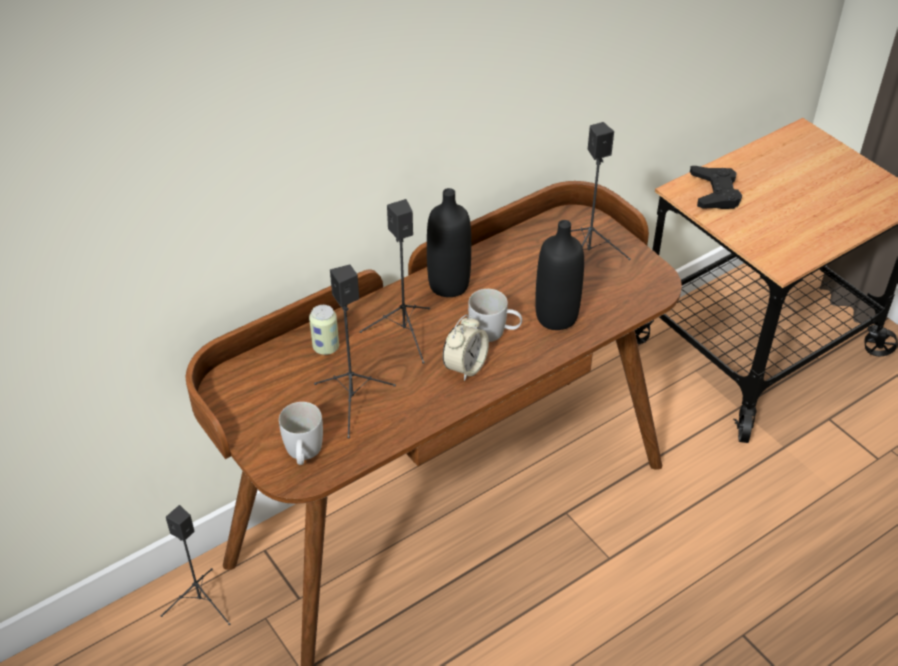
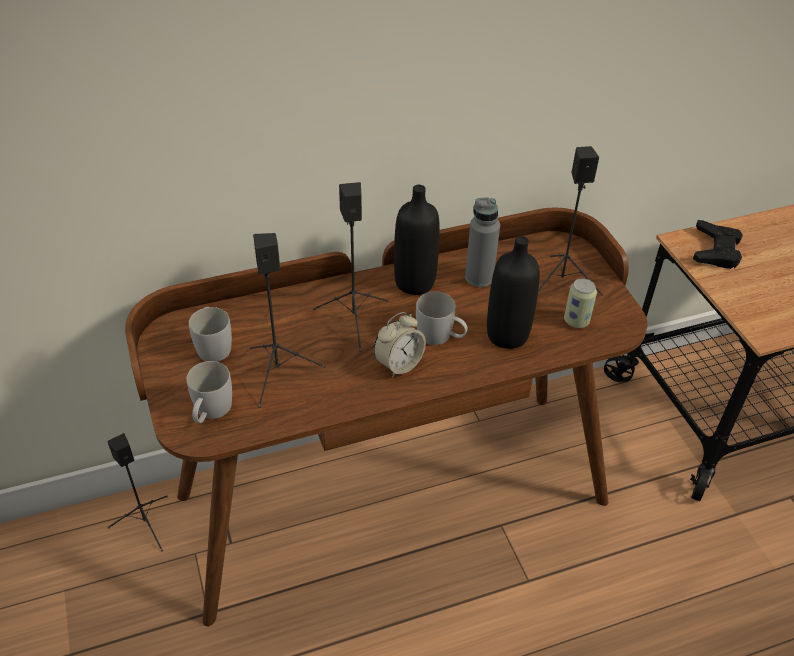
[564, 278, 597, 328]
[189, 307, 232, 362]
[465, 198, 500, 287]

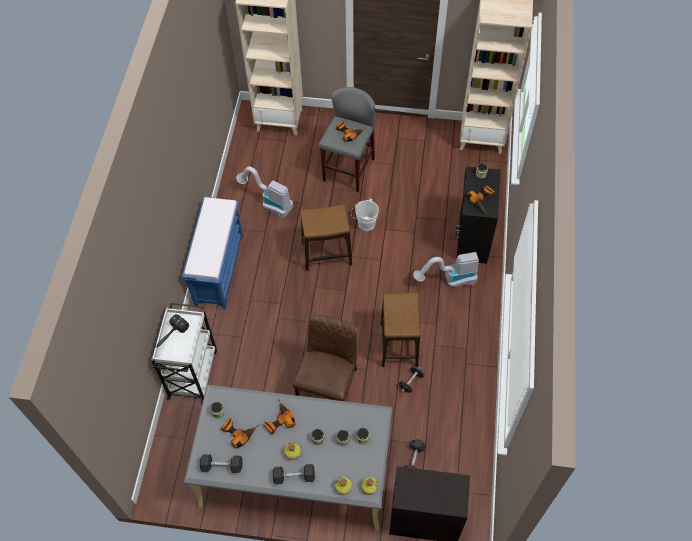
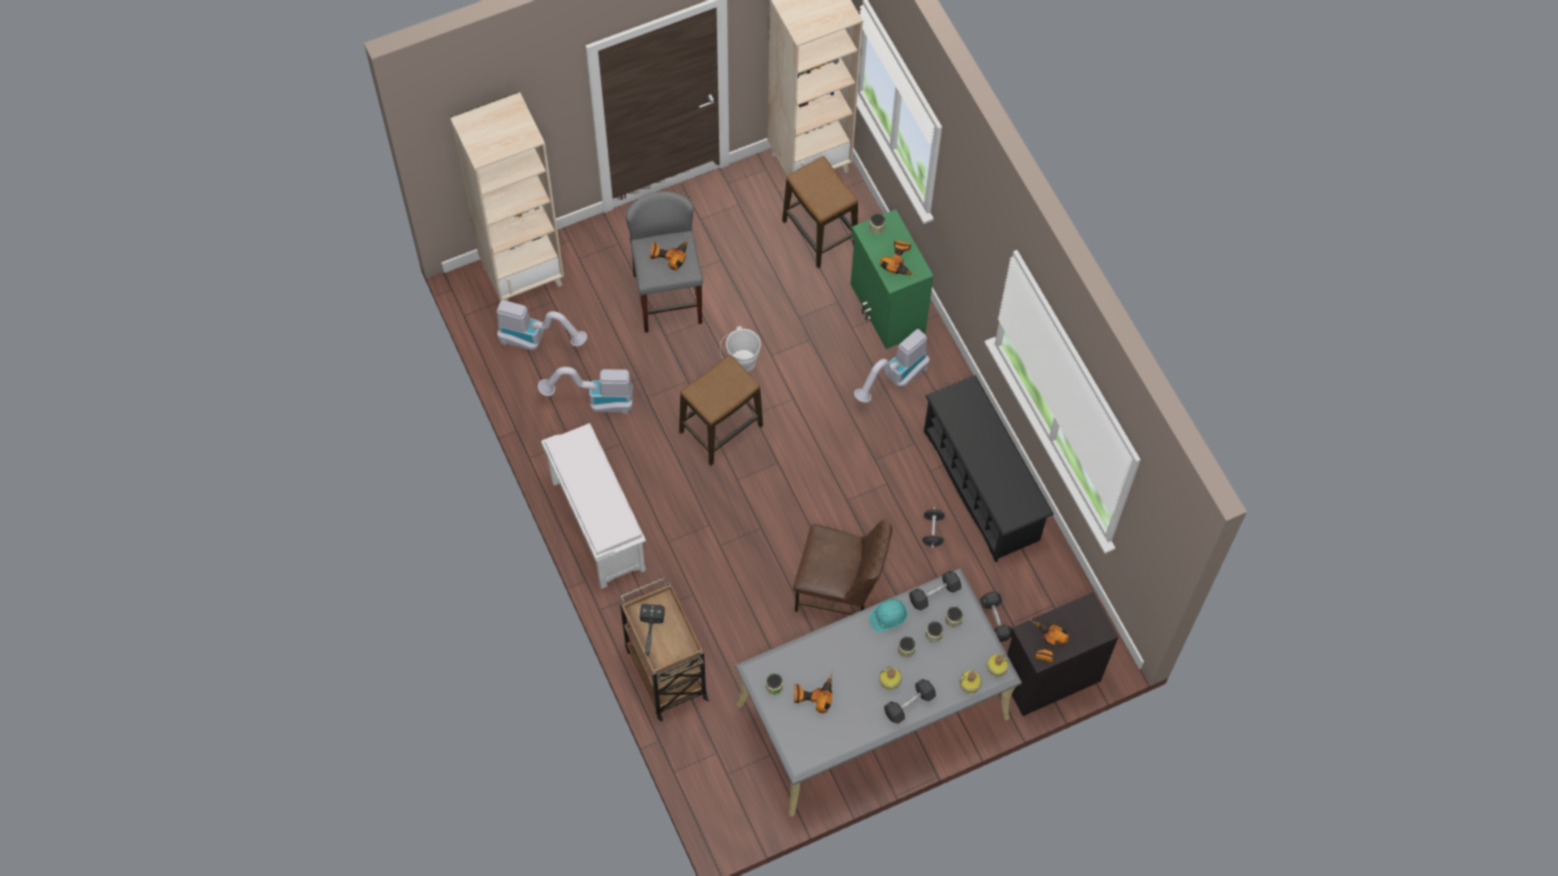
[620, 577, 709, 721]
[541, 423, 646, 589]
[909, 571, 961, 610]
[1029, 619, 1069, 663]
[793, 519, 892, 615]
[782, 156, 858, 268]
[851, 209, 934, 349]
[497, 300, 587, 350]
[869, 599, 908, 632]
[924, 375, 1054, 562]

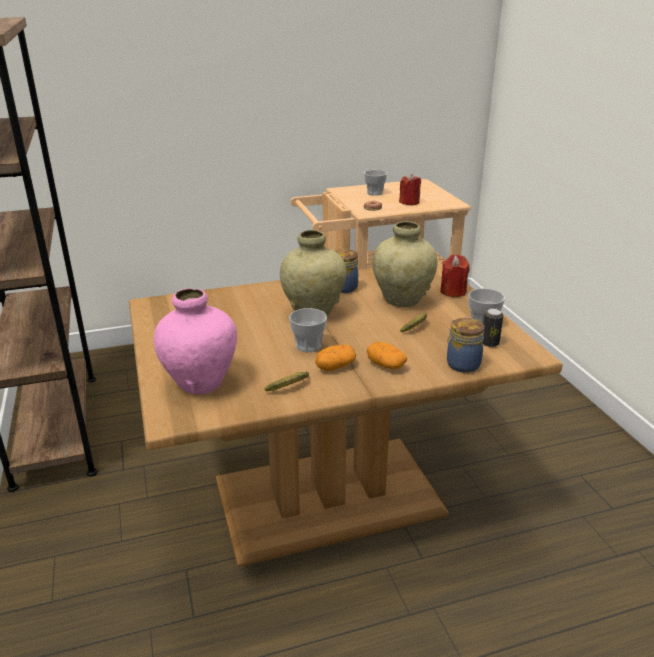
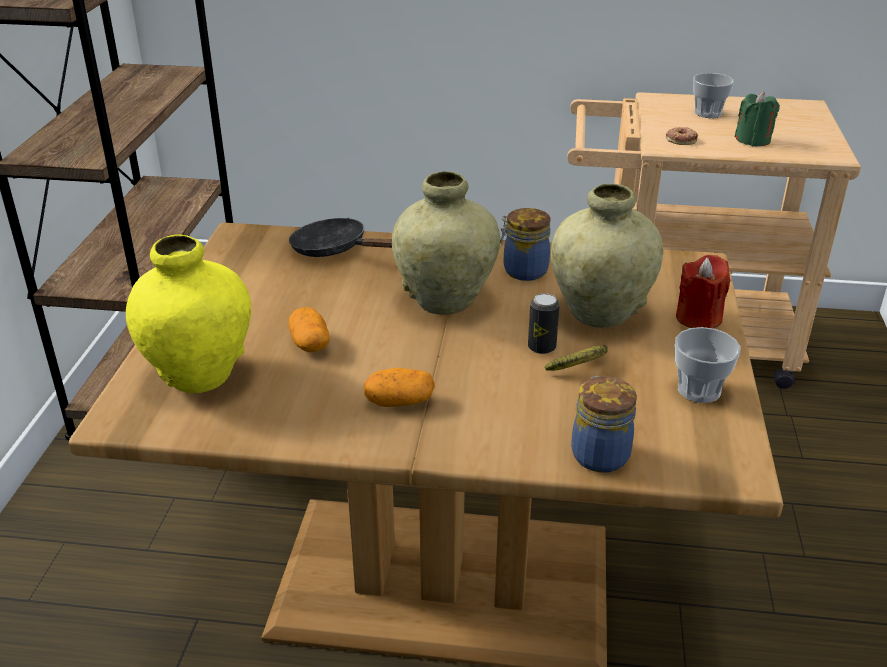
[126, 234, 251, 393]
[265, 372, 309, 391] (first image)
[289, 308, 327, 352] (first image)
[289, 307, 330, 352]
[735, 92, 780, 146]
[528, 293, 560, 354]
[289, 218, 392, 257]

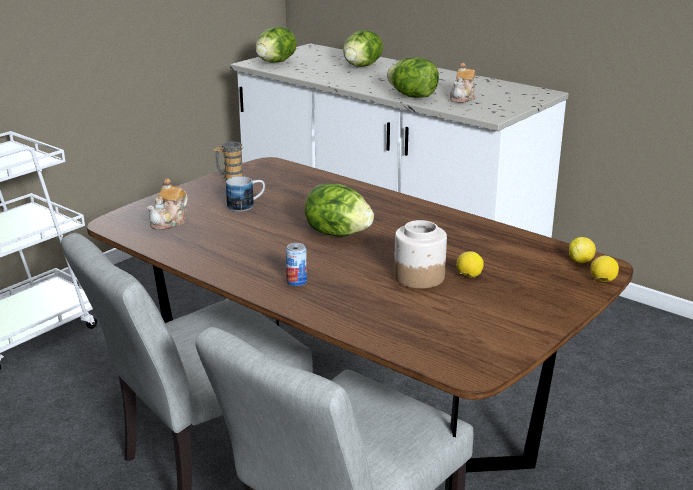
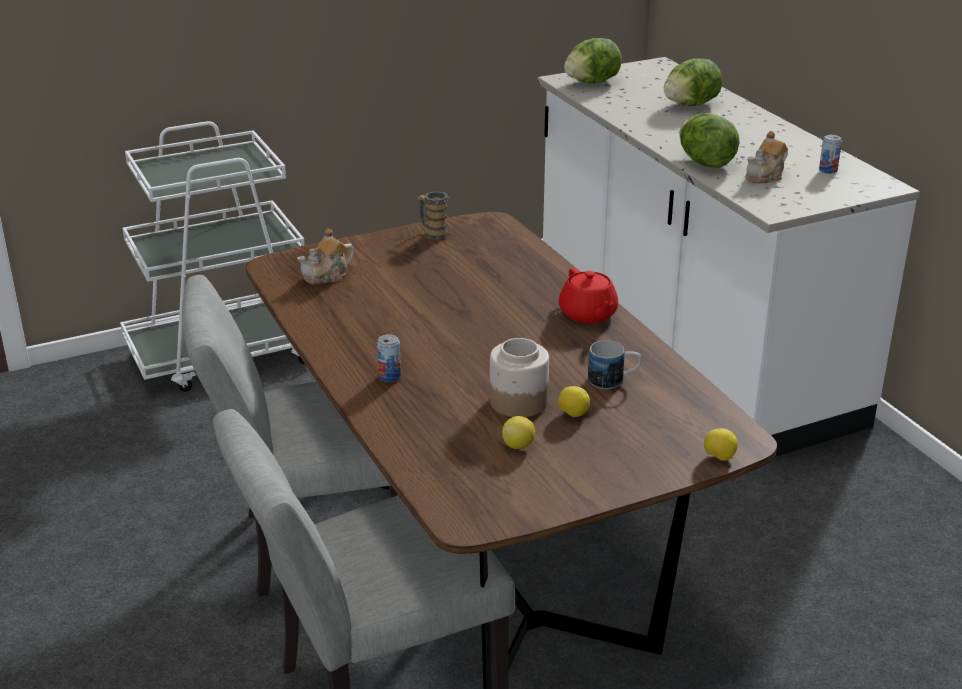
[588, 340, 642, 389]
[304, 183, 374, 237] (first image)
[502, 416, 535, 449]
[559, 268, 618, 323]
[819, 135, 842, 174]

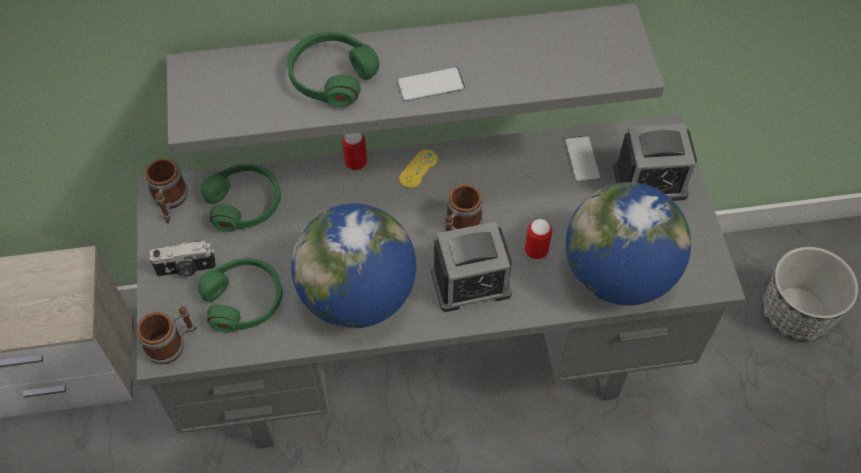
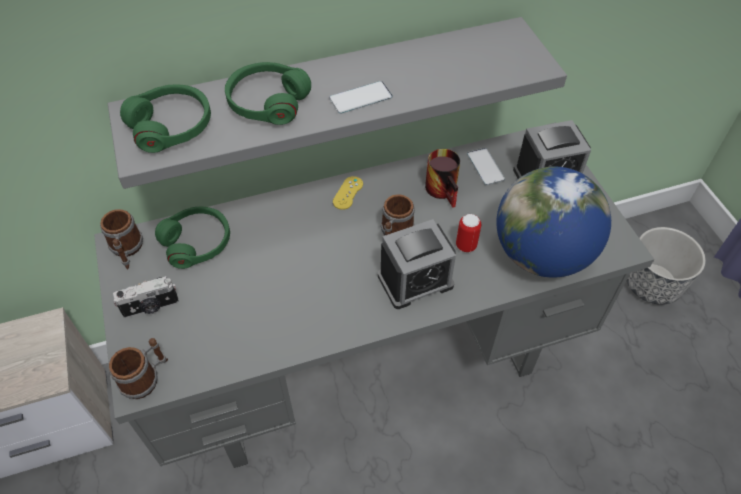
[120, 84, 211, 153]
[291, 204, 416, 328] (first image)
[342, 132, 367, 171] (first image)
[425, 149, 460, 208]

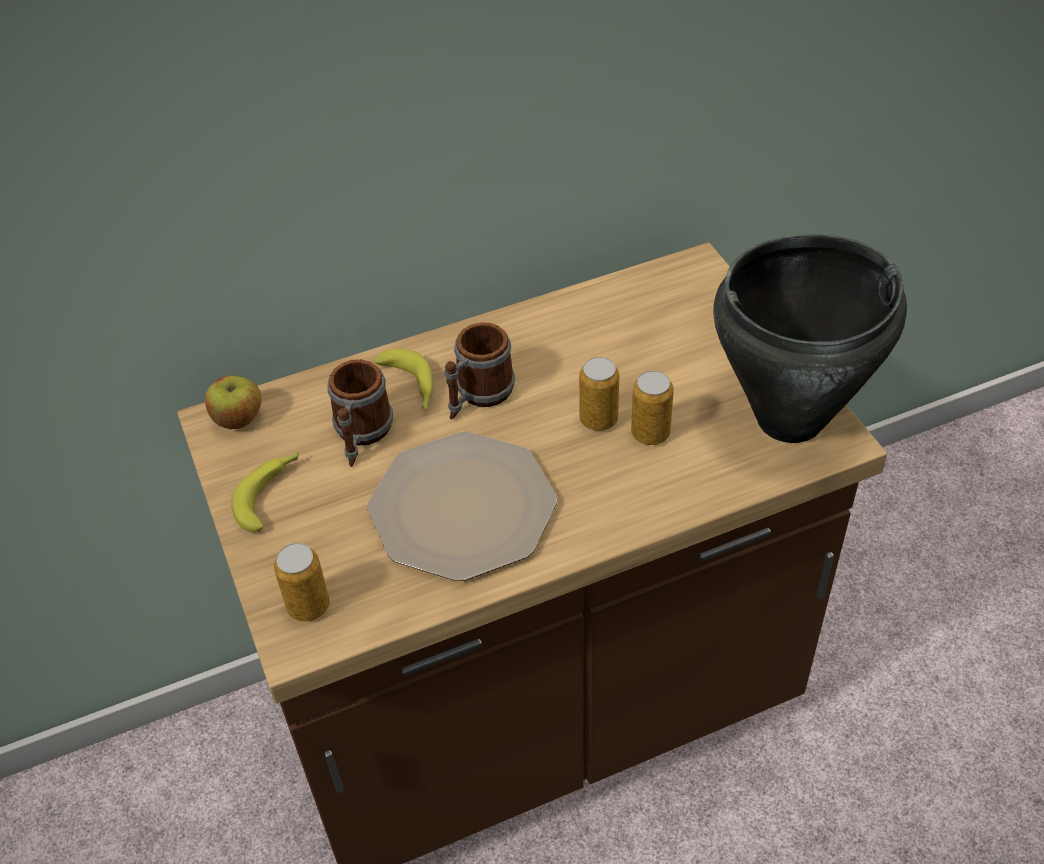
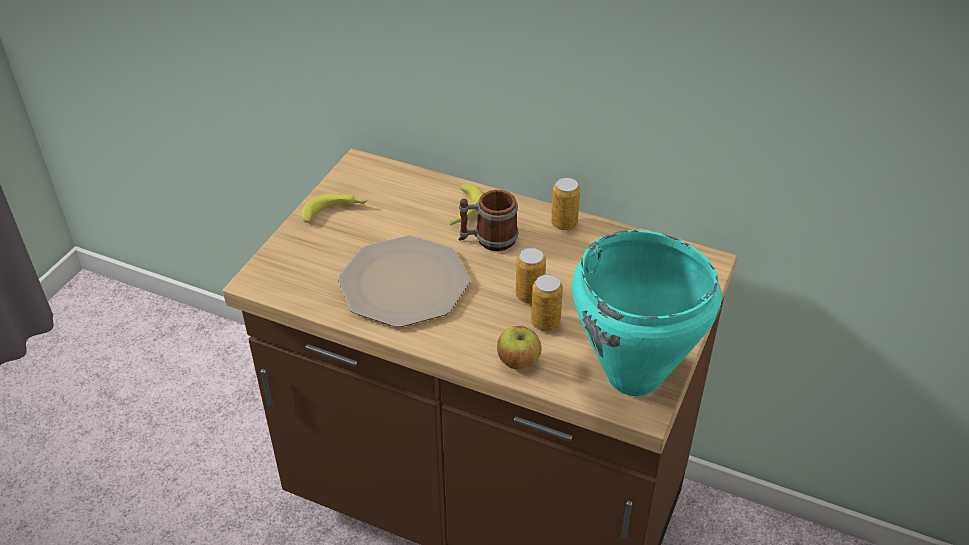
[497, 326, 542, 369]
[551, 177, 580, 230]
[327, 359, 393, 467] (first image)
[572, 230, 722, 396]

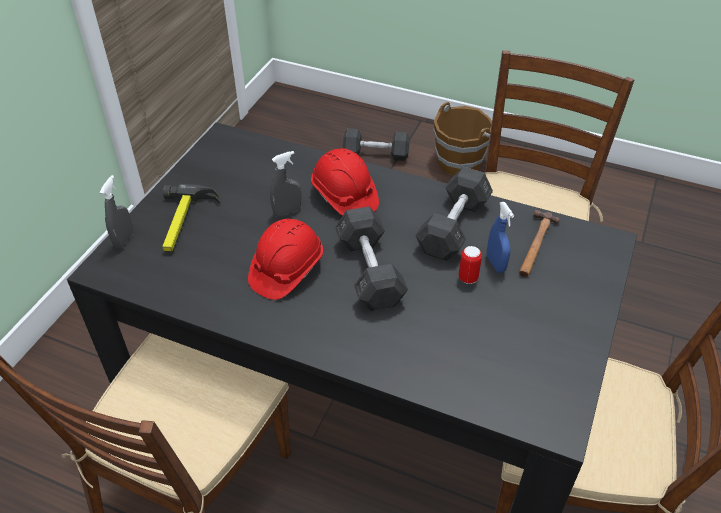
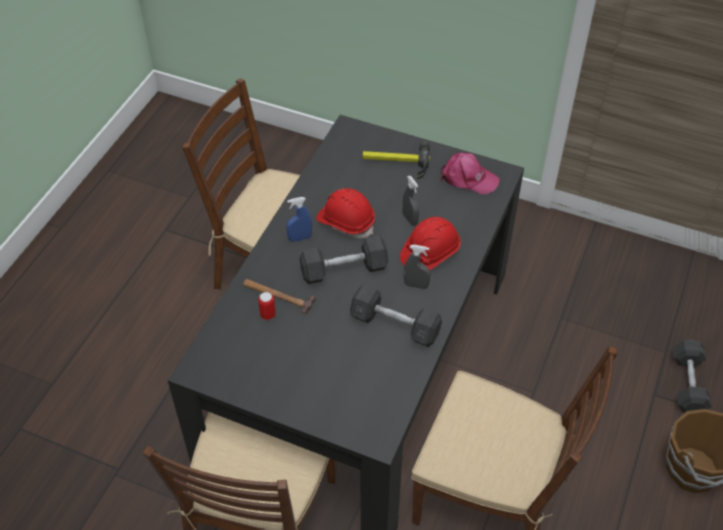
[404, 245, 431, 289]
[258, 292, 276, 320]
[286, 197, 312, 242]
[243, 279, 316, 314]
[441, 153, 500, 195]

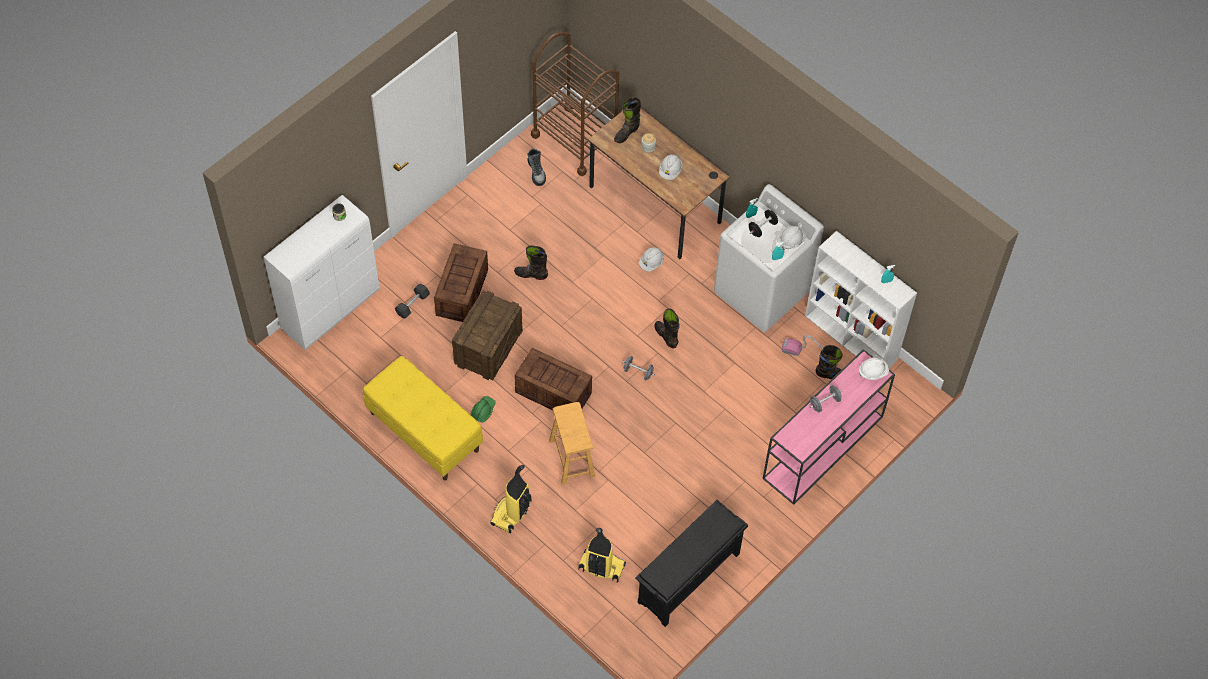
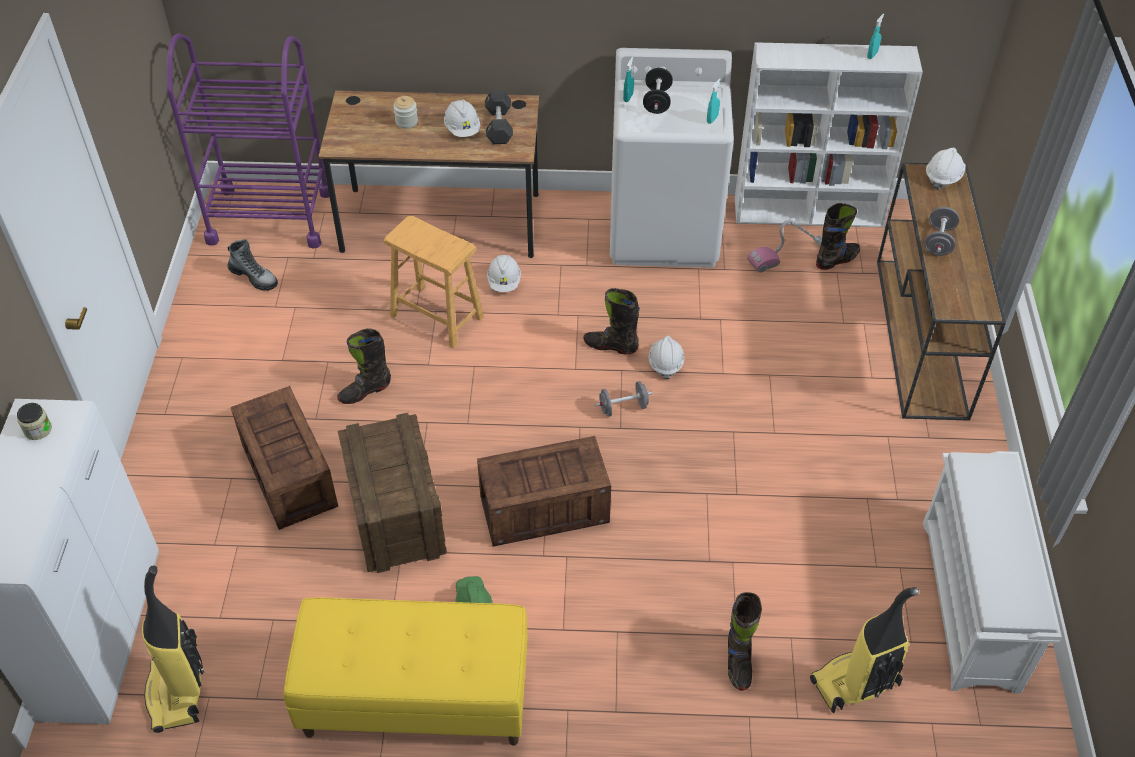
[485, 90, 513, 144]
[142, 566, 204, 733]
[167, 33, 329, 249]
[384, 216, 484, 348]
[728, 592, 762, 691]
[923, 451, 1062, 693]
[877, 162, 1006, 421]
[648, 336, 685, 379]

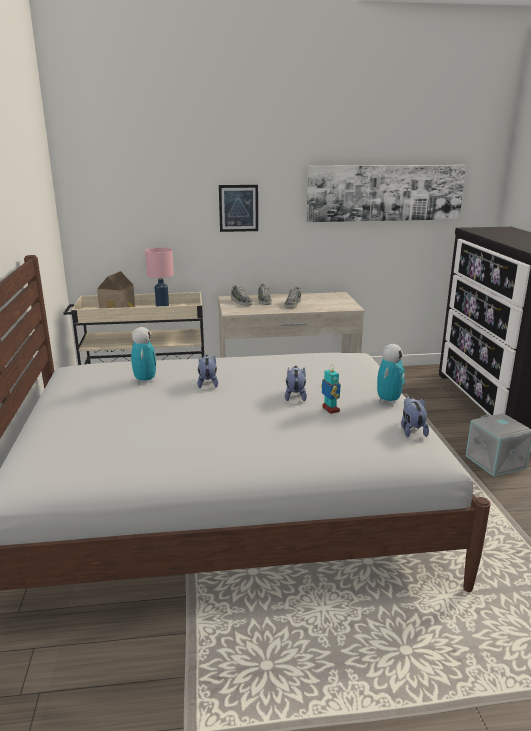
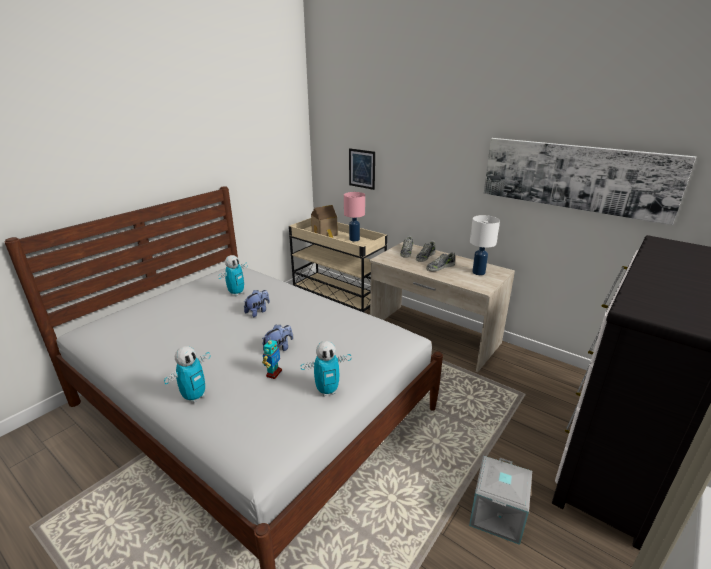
[349, 148, 375, 190]
[401, 396, 429, 437] (first image)
[164, 346, 211, 403]
[470, 215, 500, 275]

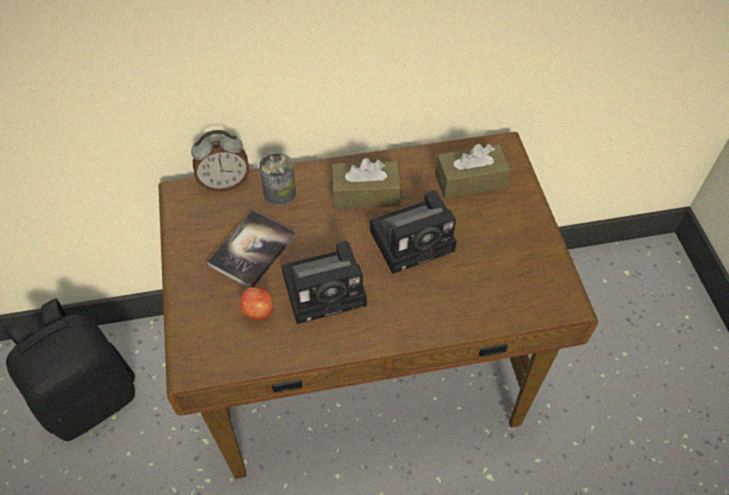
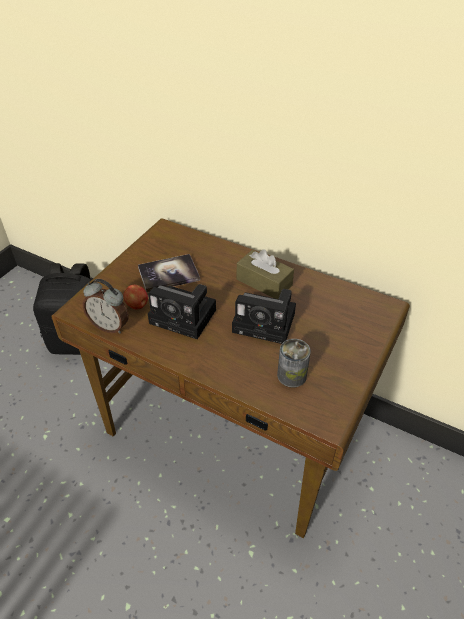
[83, 279, 129, 333]
[277, 339, 311, 388]
[435, 144, 511, 199] (first image)

